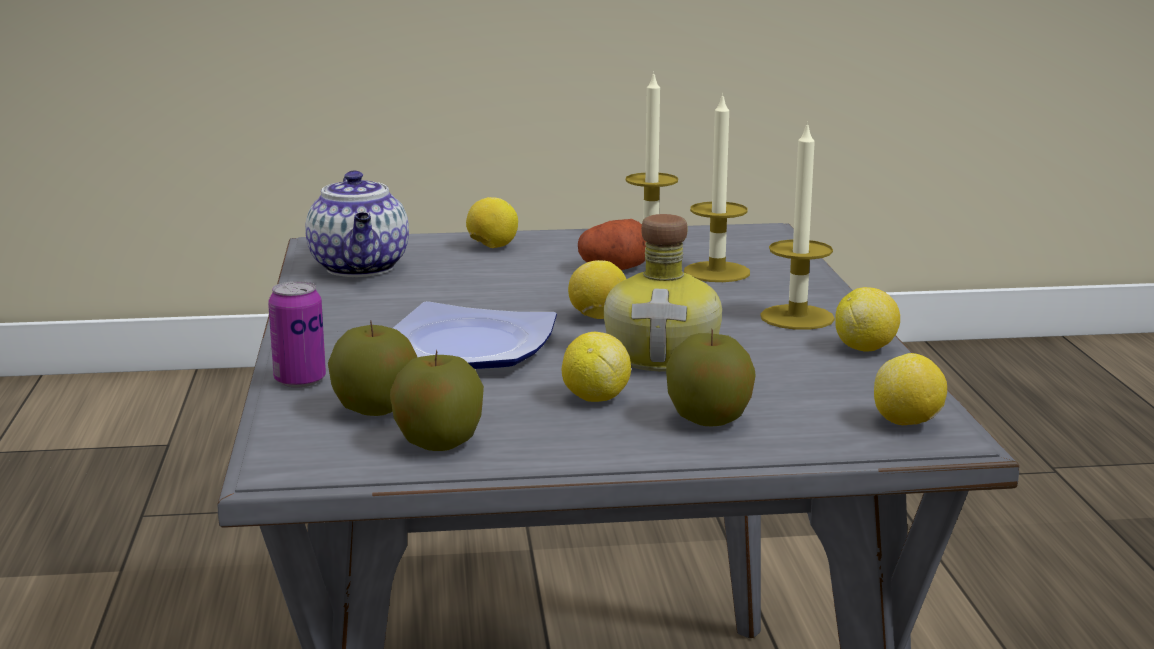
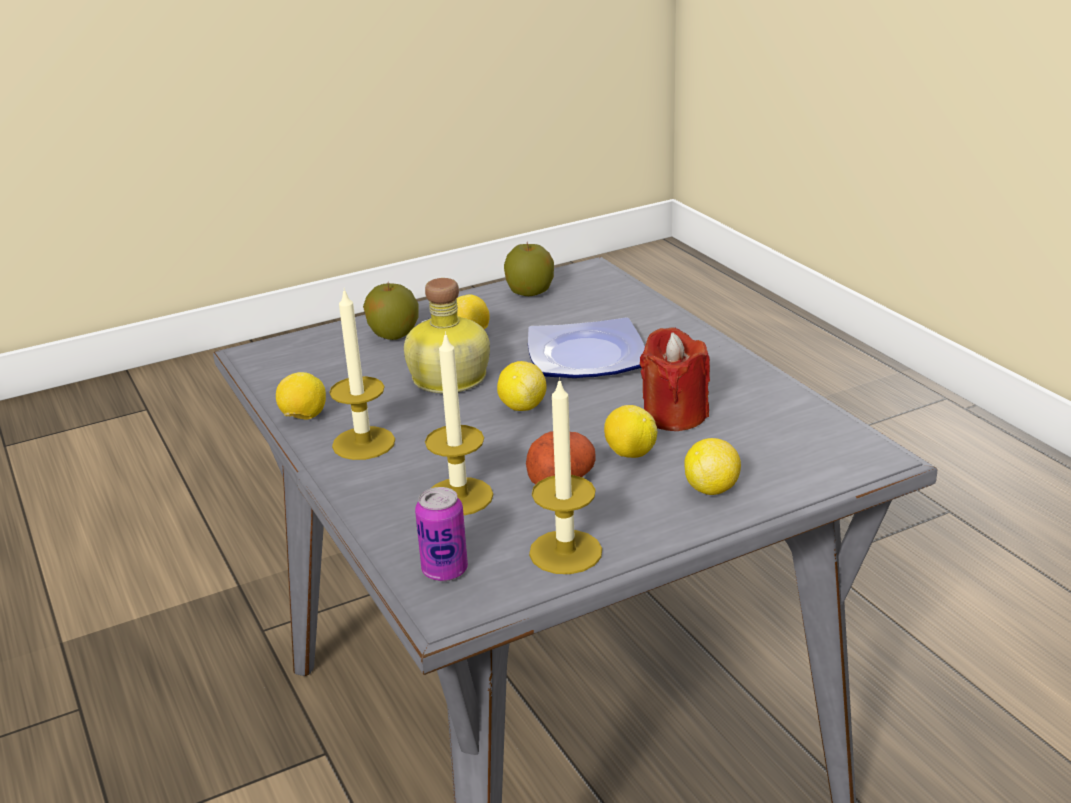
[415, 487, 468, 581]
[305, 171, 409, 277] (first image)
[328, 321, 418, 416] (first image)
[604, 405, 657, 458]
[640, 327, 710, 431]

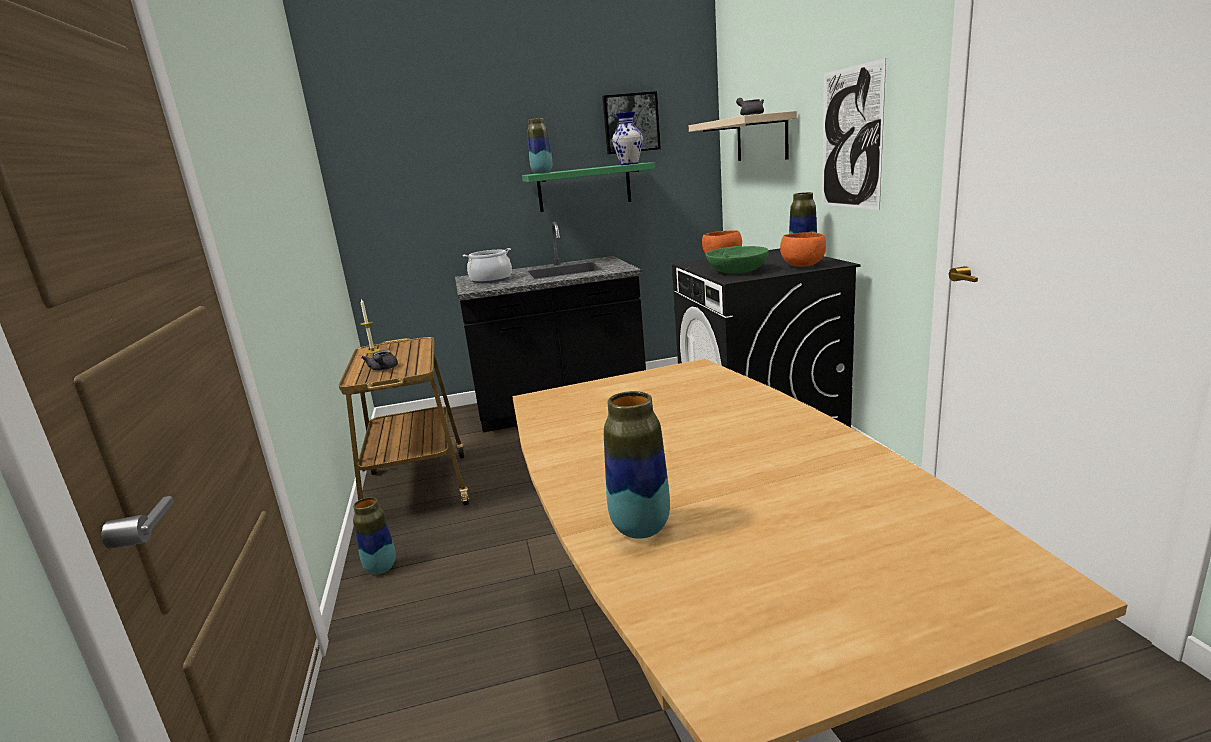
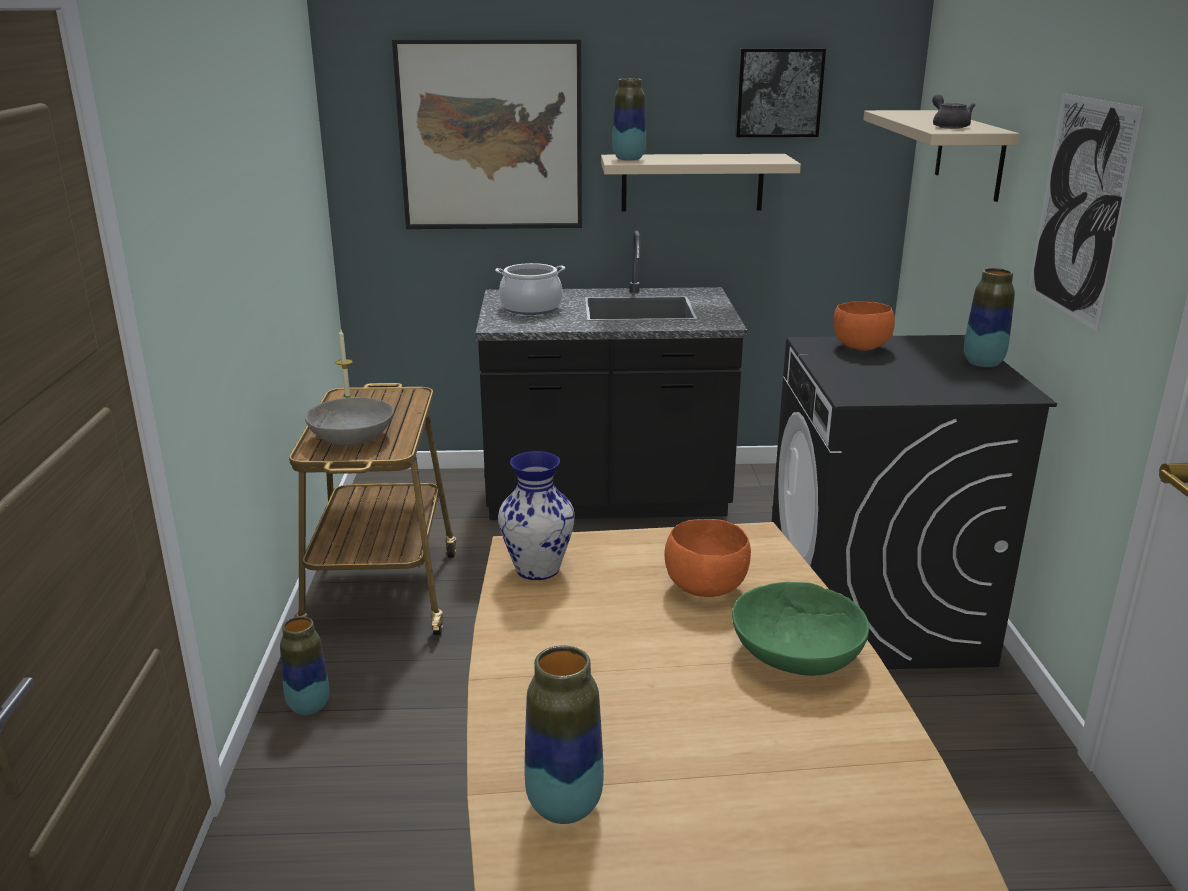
[305, 397, 394, 446]
[601, 154, 801, 211]
[498, 451, 575, 580]
[732, 582, 869, 676]
[665, 519, 751, 597]
[392, 39, 582, 229]

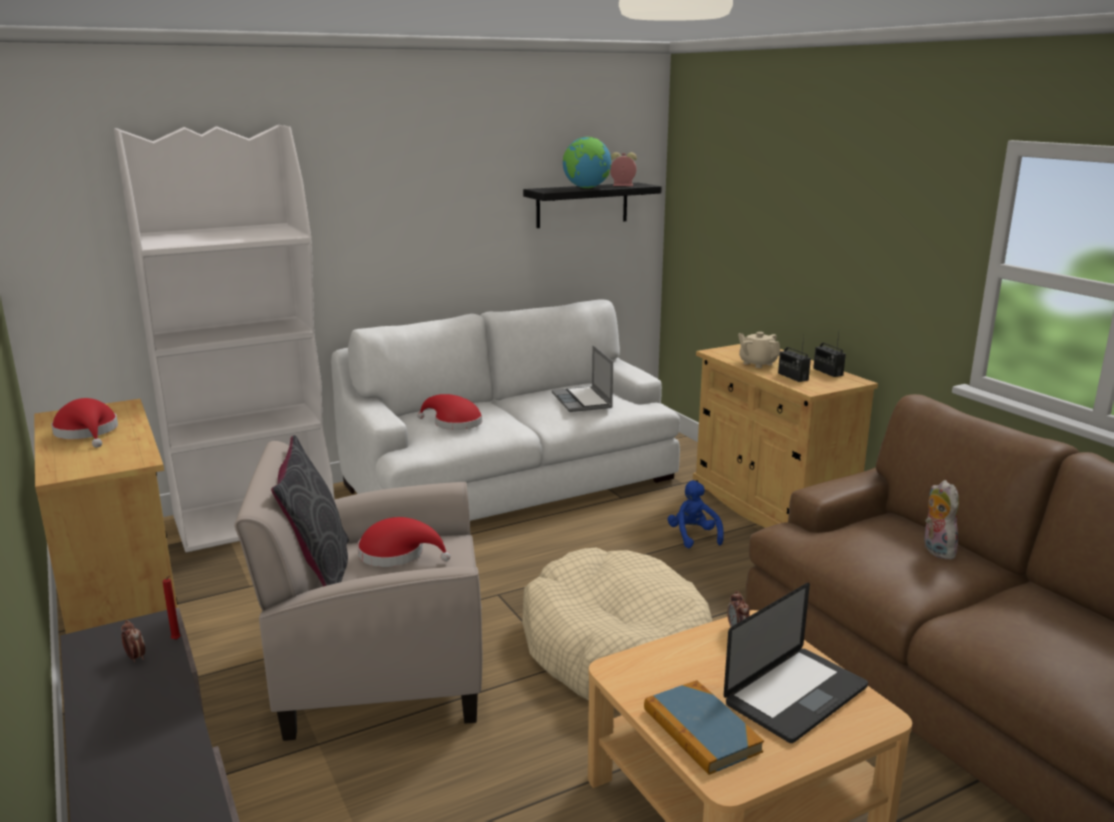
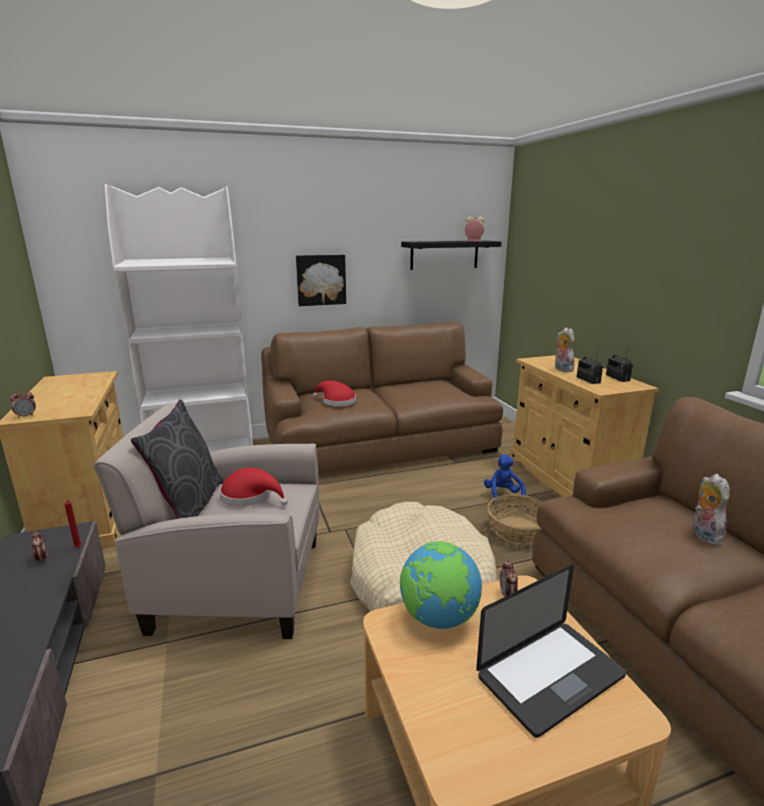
[51, 398, 118, 448] (first image)
[261, 322, 503, 475]
[552, 345, 613, 412] (first image)
[400, 541, 482, 629]
[644, 680, 764, 775] (first image)
[555, 328, 575, 372]
[10, 390, 36, 418]
[296, 255, 346, 306]
[487, 494, 542, 545]

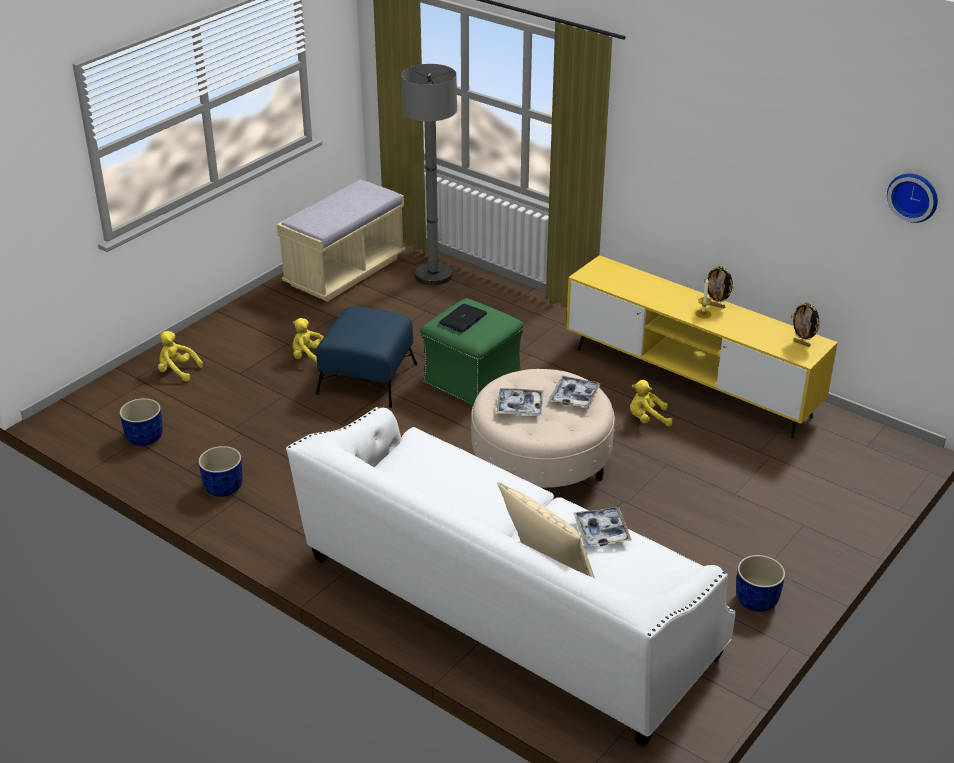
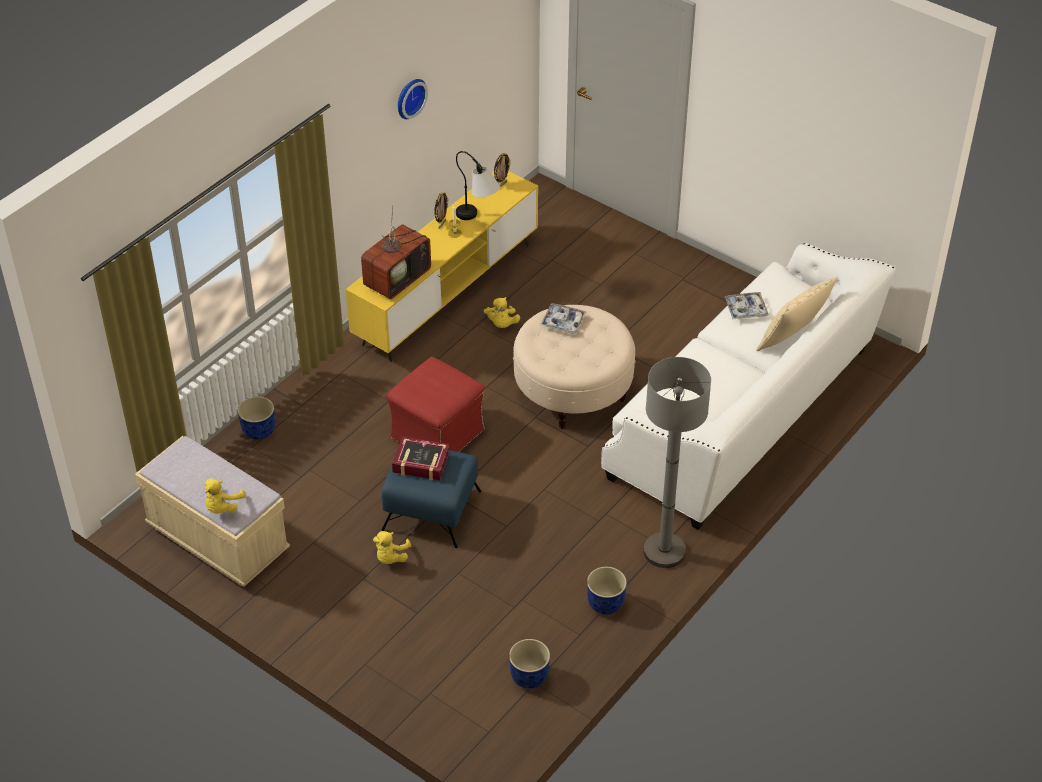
[205, 479, 246, 513]
[643, 357, 711, 568]
[386, 357, 485, 452]
[439, 304, 487, 333] (first image)
[496, 388, 544, 416] (first image)
[238, 396, 275, 440]
[398, 79, 428, 119]
[361, 205, 431, 299]
[392, 436, 450, 480]
[456, 151, 500, 220]

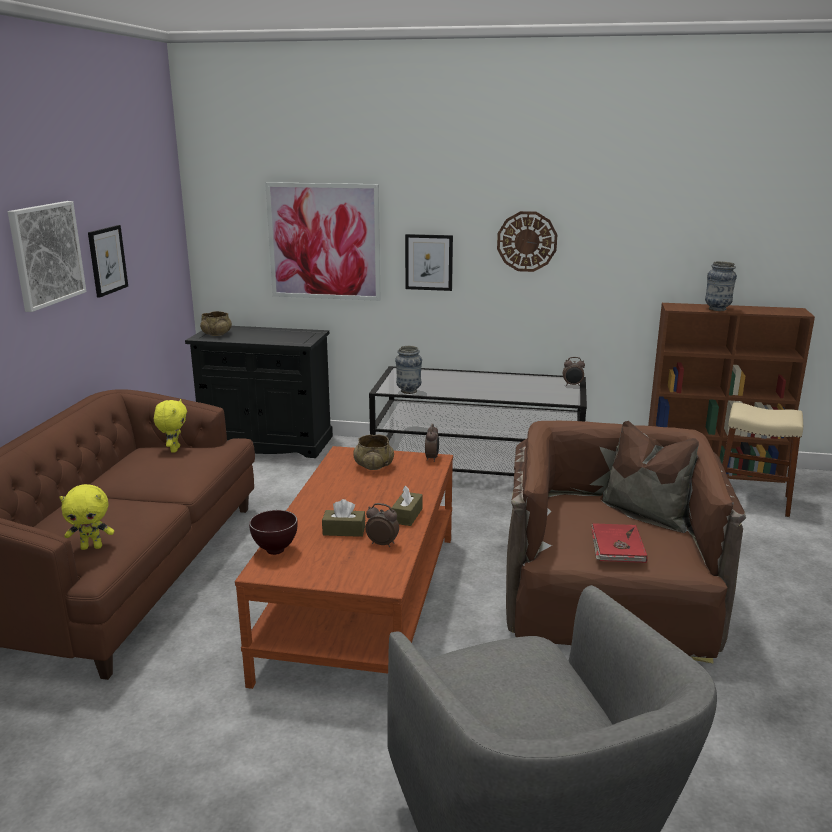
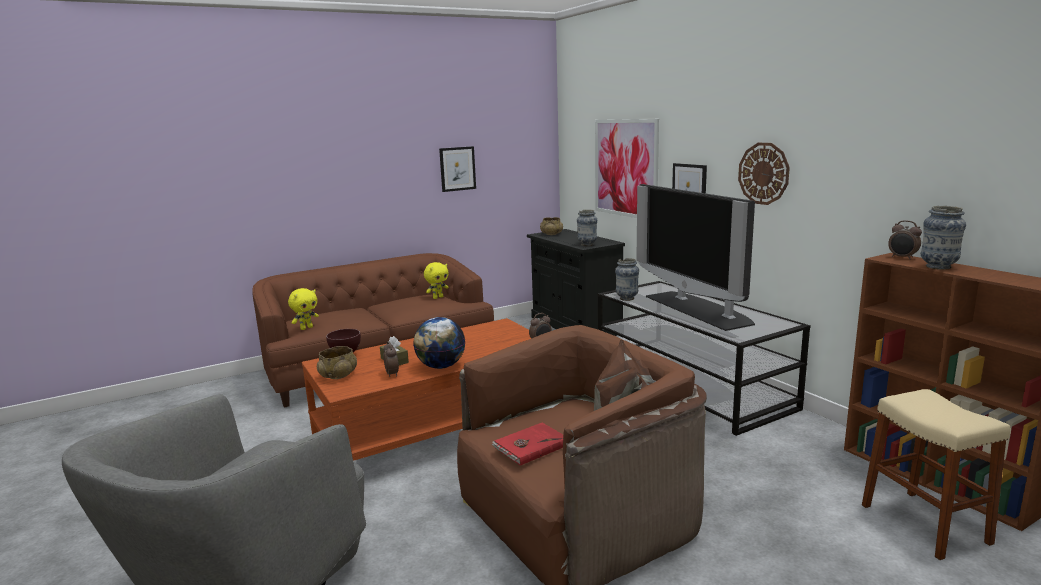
[8, 201, 87, 312] (first image)
[288, 288, 319, 330]
[317, 346, 357, 379]
[413, 317, 465, 369]
[888, 220, 922, 260]
[577, 209, 597, 246]
[636, 184, 755, 331]

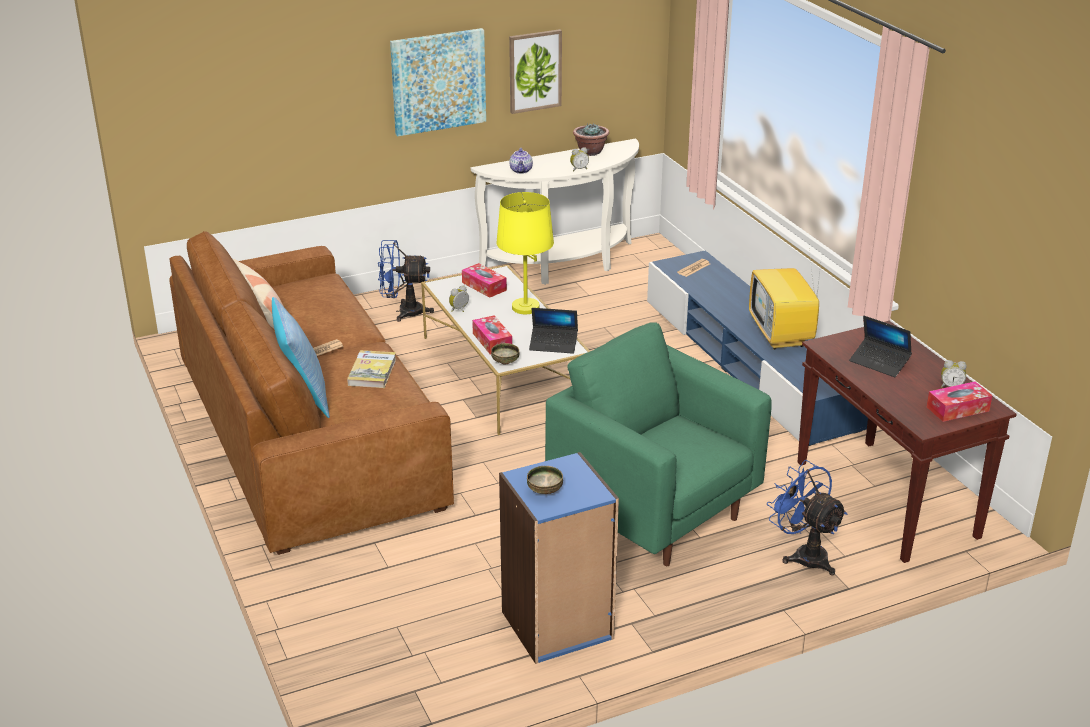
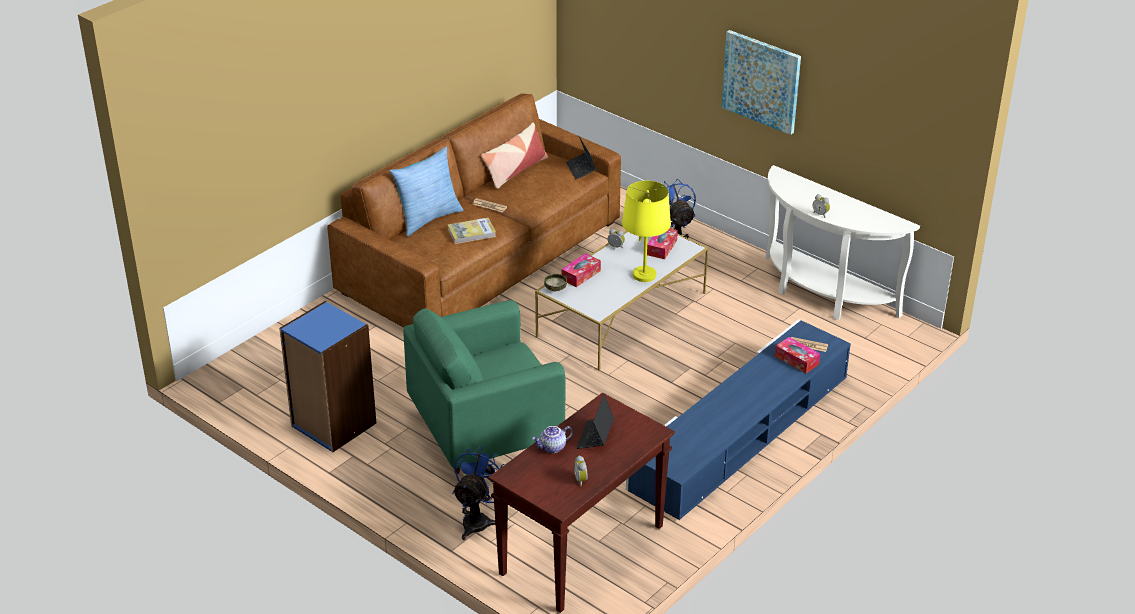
[509, 29, 562, 114] (first image)
[532, 426, 573, 453]
[527, 466, 563, 494] (first image)
[566, 137, 597, 179]
[403, 300, 566, 474]
[573, 123, 609, 156] (first image)
[749, 251, 822, 350] (first image)
[775, 337, 820, 373]

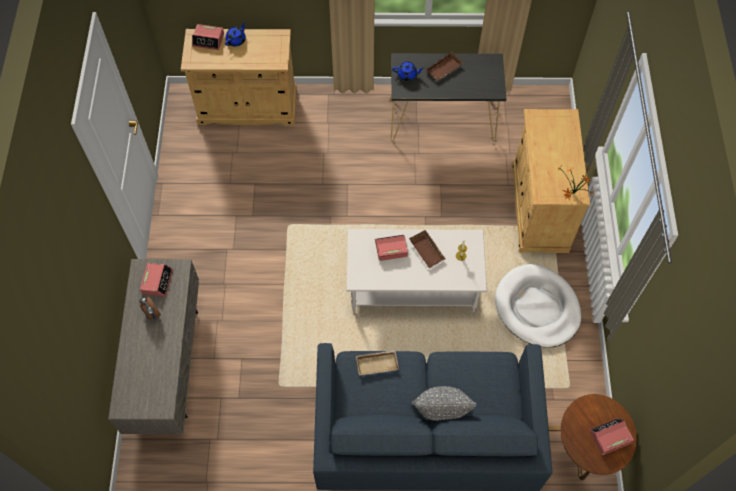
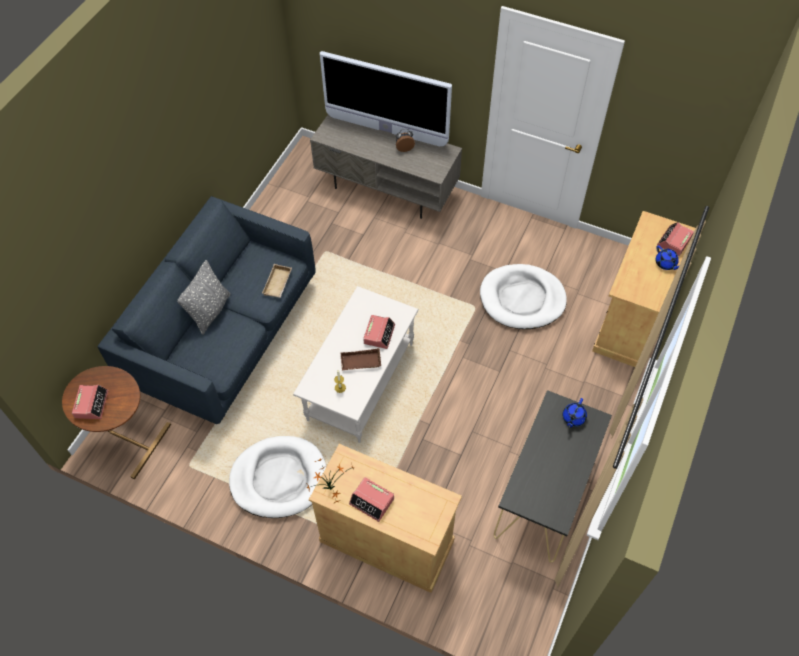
[349, 477, 394, 522]
[426, 52, 463, 81] (first image)
[320, 51, 452, 146]
[480, 264, 567, 329]

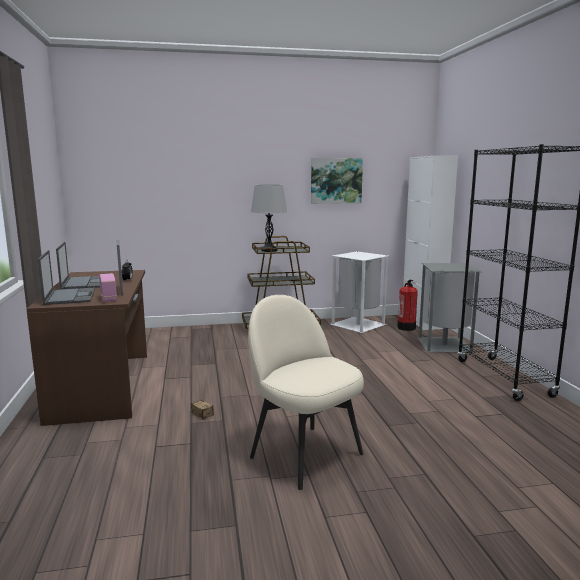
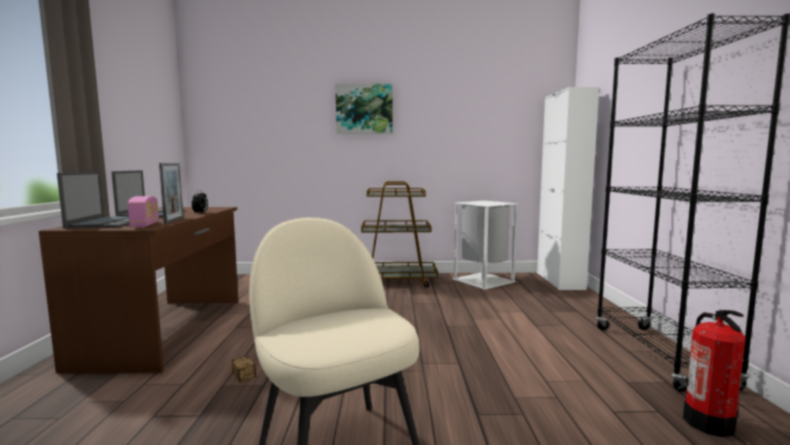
[251, 185, 287, 252] (first image)
[335, 84, 393, 134]
[683, 310, 746, 437]
[417, 263, 481, 353] (first image)

